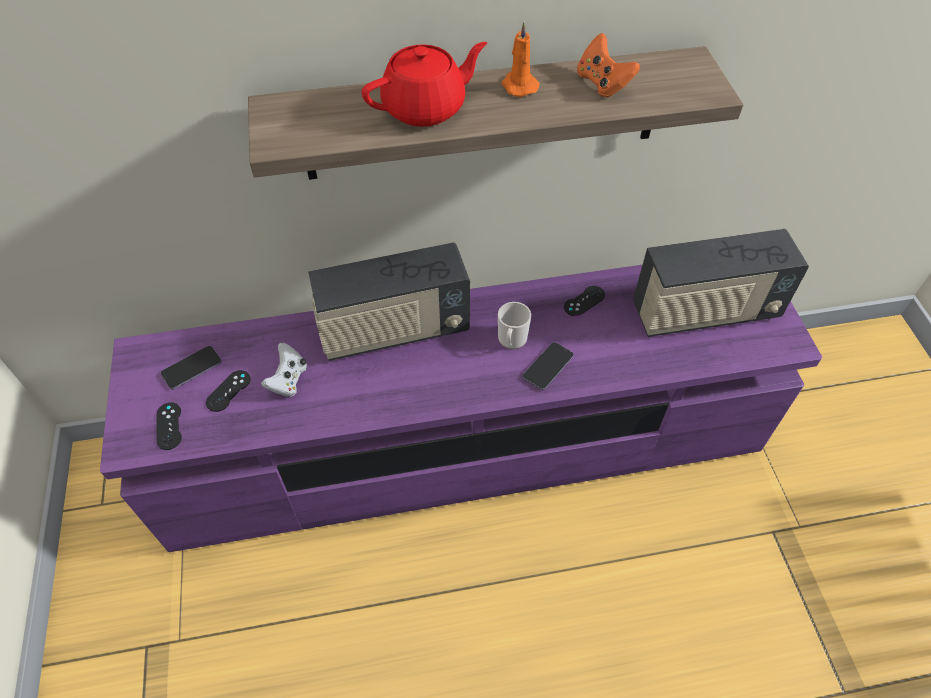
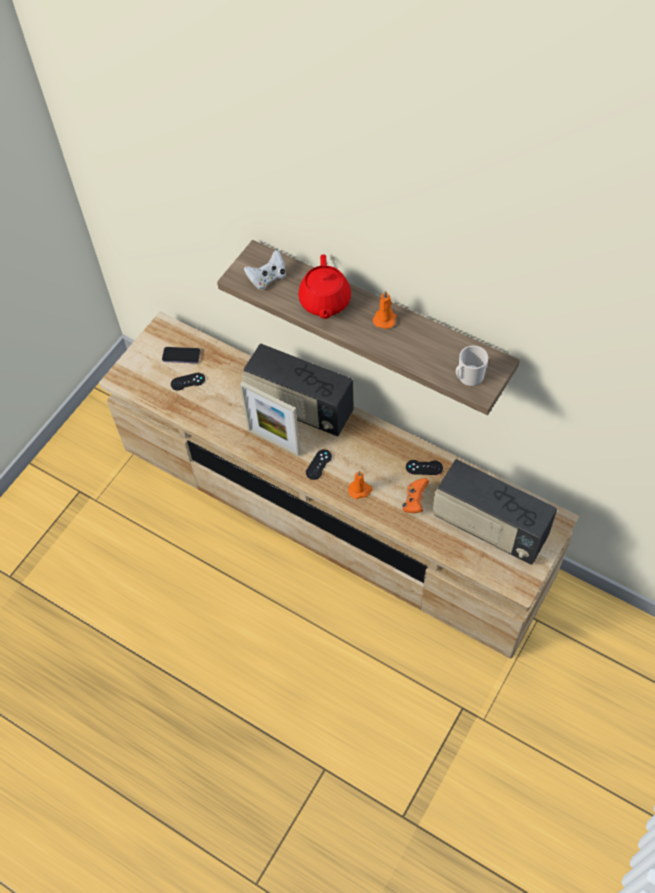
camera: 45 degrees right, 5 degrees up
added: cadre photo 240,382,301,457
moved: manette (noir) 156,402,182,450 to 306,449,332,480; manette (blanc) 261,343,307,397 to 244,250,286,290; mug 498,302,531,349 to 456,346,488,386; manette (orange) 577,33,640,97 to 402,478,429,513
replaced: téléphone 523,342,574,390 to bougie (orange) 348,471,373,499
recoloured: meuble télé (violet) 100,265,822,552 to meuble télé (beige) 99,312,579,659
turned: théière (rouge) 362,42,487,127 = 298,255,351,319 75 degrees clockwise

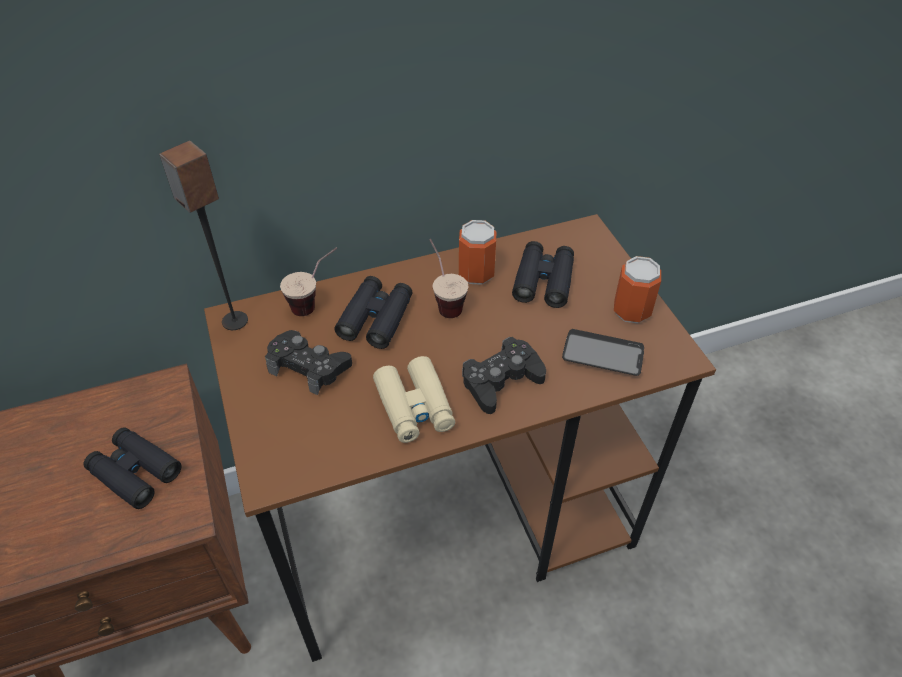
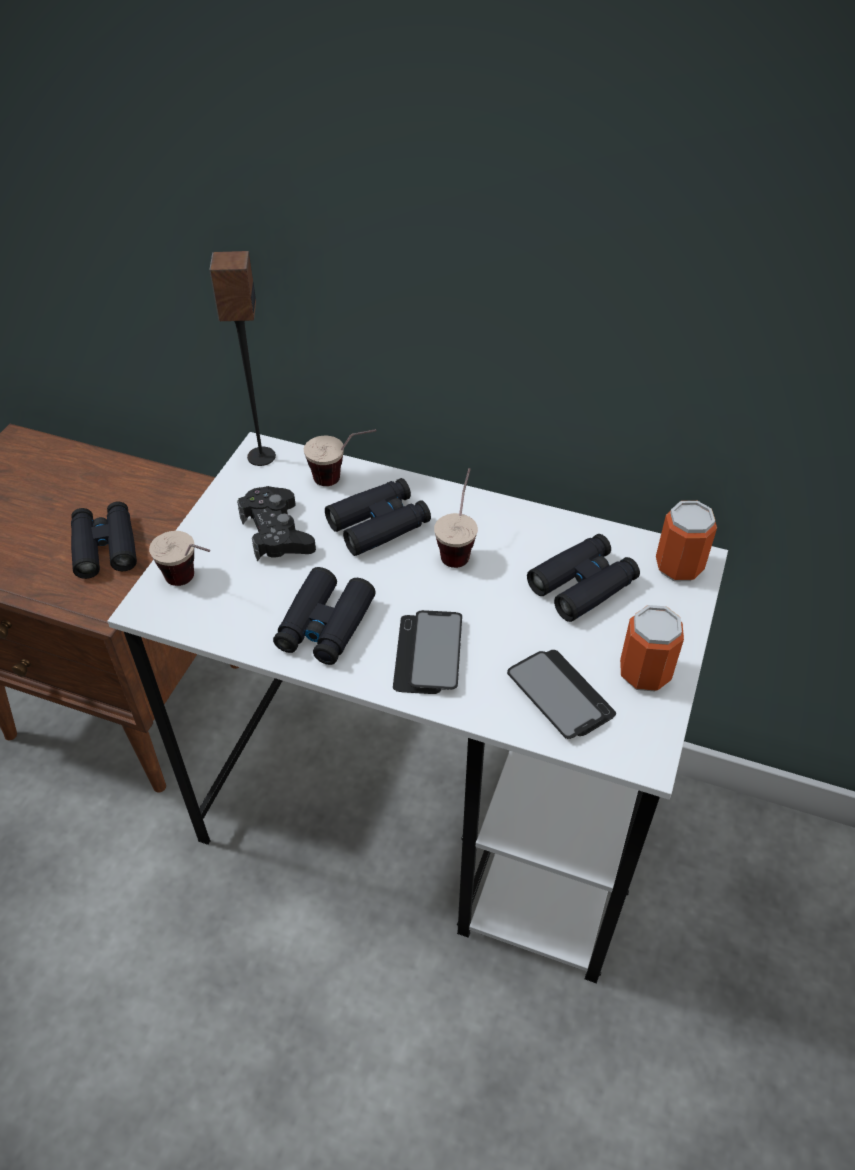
camera: 40 degrees right, 0 degrees up
added: tasse 149,531,210,586
moved: boîte métallique 459,220,497,285 to 656,501,717,581
replaced: manette (noir) 462,337,546,414 to téléphone 393,610,462,694
recoloured: bureau (marron) 204,214,716,662 to bureau (blanc) 107,432,728,984; jumelles (beige) 373,356,455,443 to jumelles (noir) 273,567,376,665

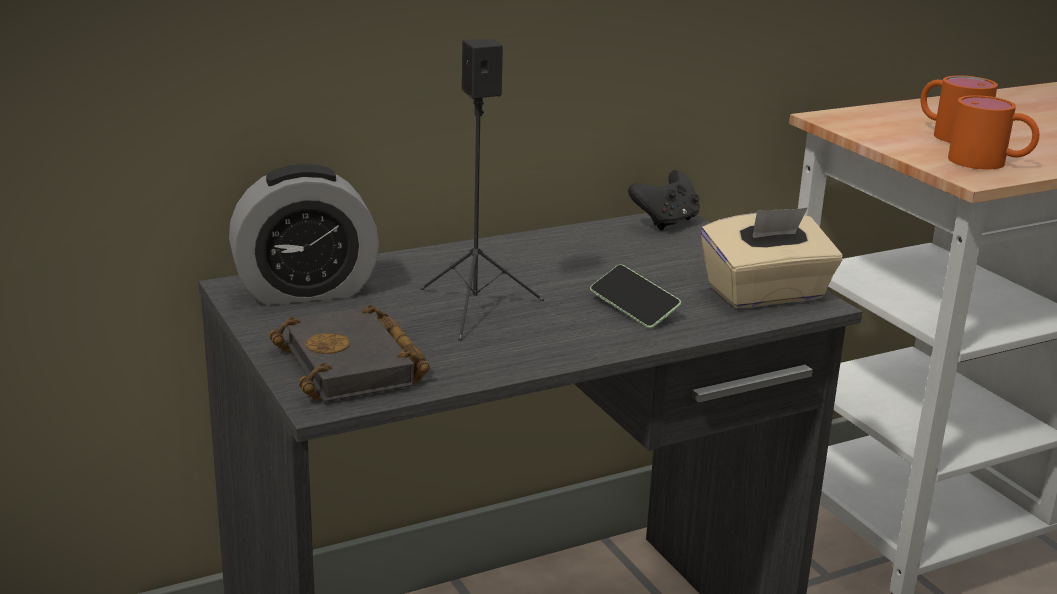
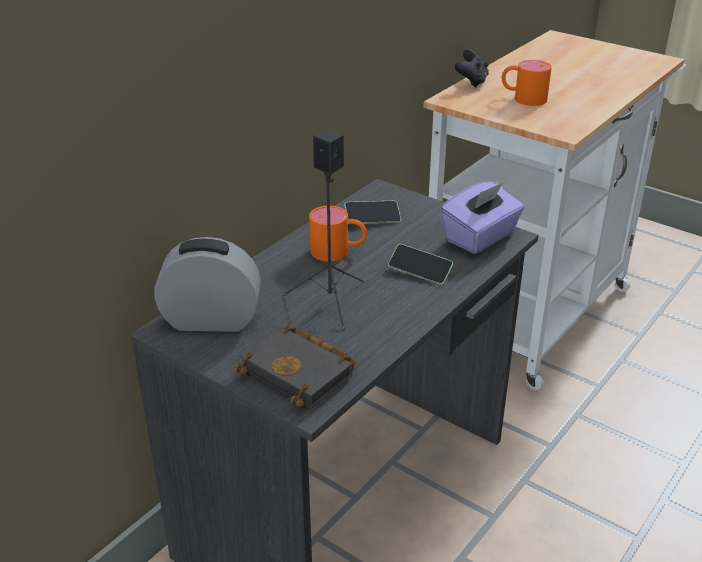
camera: 25 degrees left, 10 degrees up
added: téléphone 344,201,401,224
moved: manette (noir) 628,170,700,231 to 455,50,489,88; mug (orange) 948,95,1039,169 to 309,206,367,261
recoloured: boîte à mouchoirs (beige) 701,207,843,308 to boîte à mouchoirs (violet) 440,181,525,254
turned: réveil 229,164,379,305 = 155,237,261,332 135 degrees counterclockwise

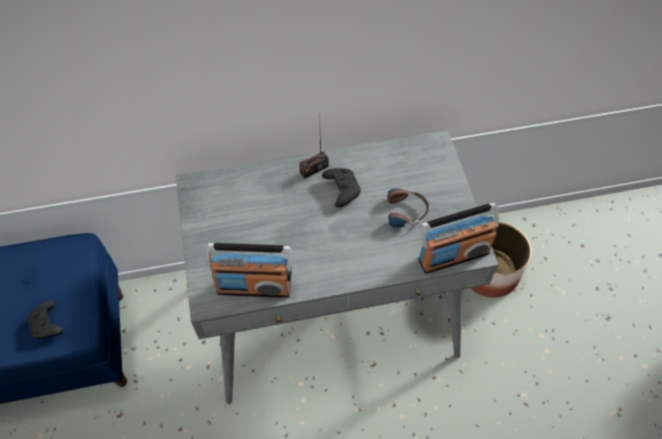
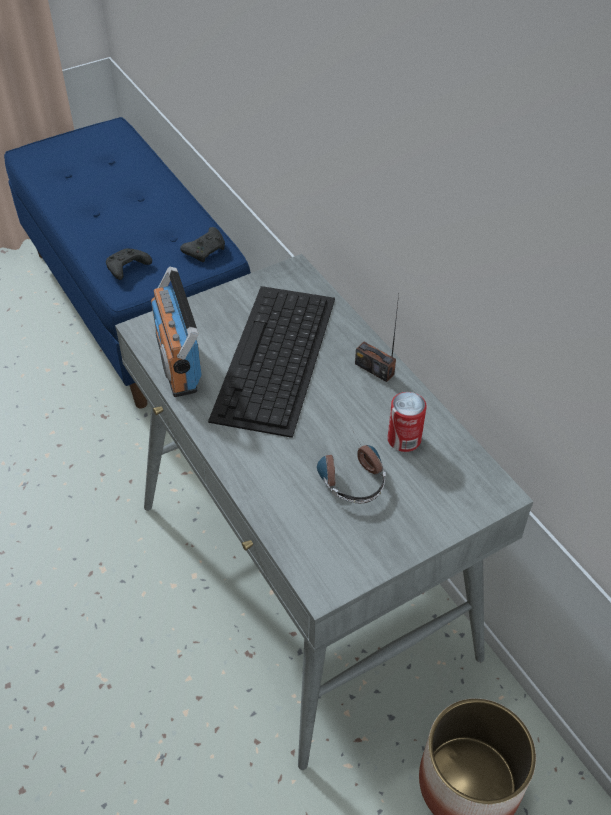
camera: 70 degrees right, 10 degrees down
removed: radio 418,202,499,274
added: clavier 208,286,335,438; boîte métallique 387,392,427,452
moved: manette (noir) 322,168,361,207 to 180,227,225,262

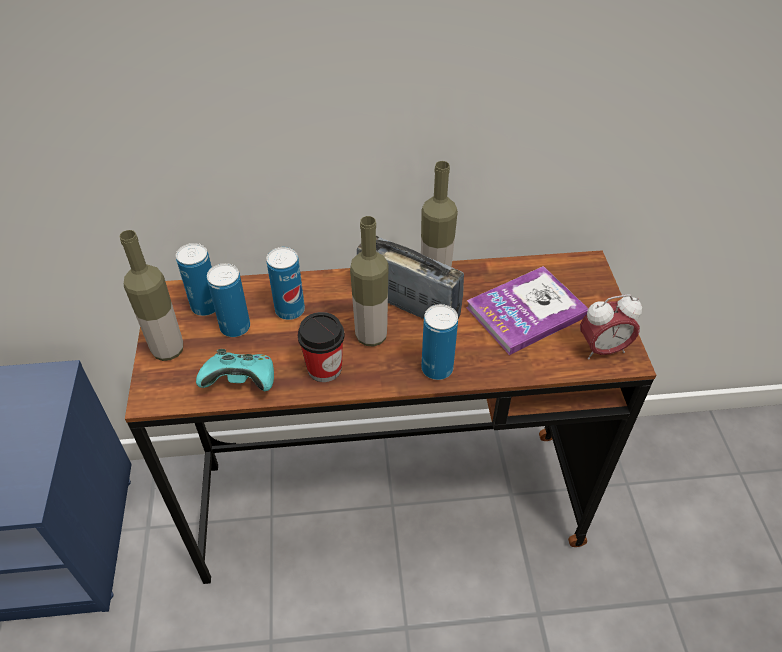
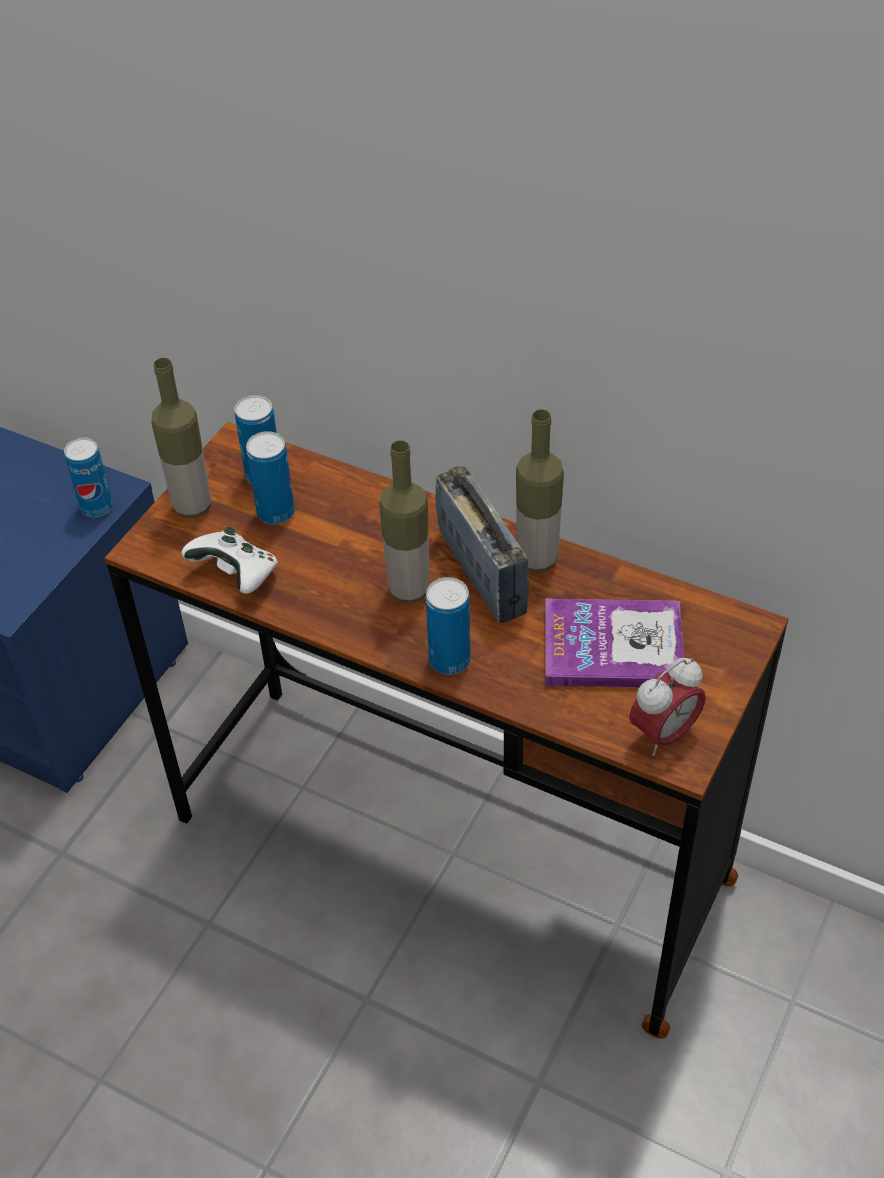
camera: 35 degrees right, 0 degrees up
removed: tasse 298,312,344,382
moved: boîte métallique 267,247,305,320 to 64,437,113,517
recoloured: manette (turquoise) 196,349,274,391 to manette (blanc) 181,527,278,594
turned: réveil 580,294,642,359 = 629,658,706,756 60 degrees counterclockwise

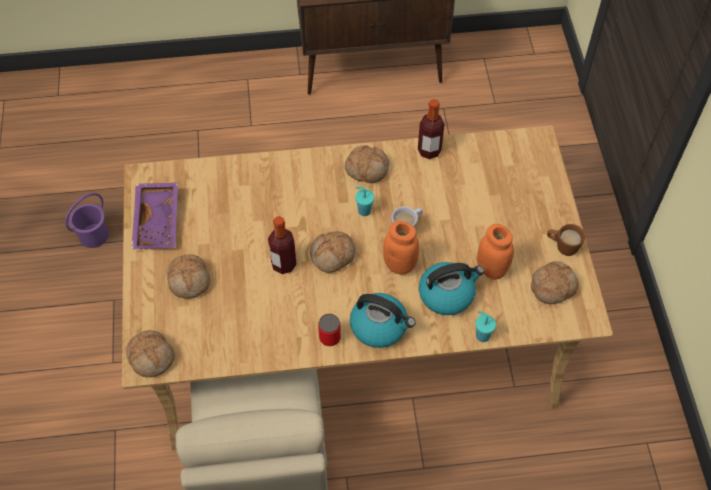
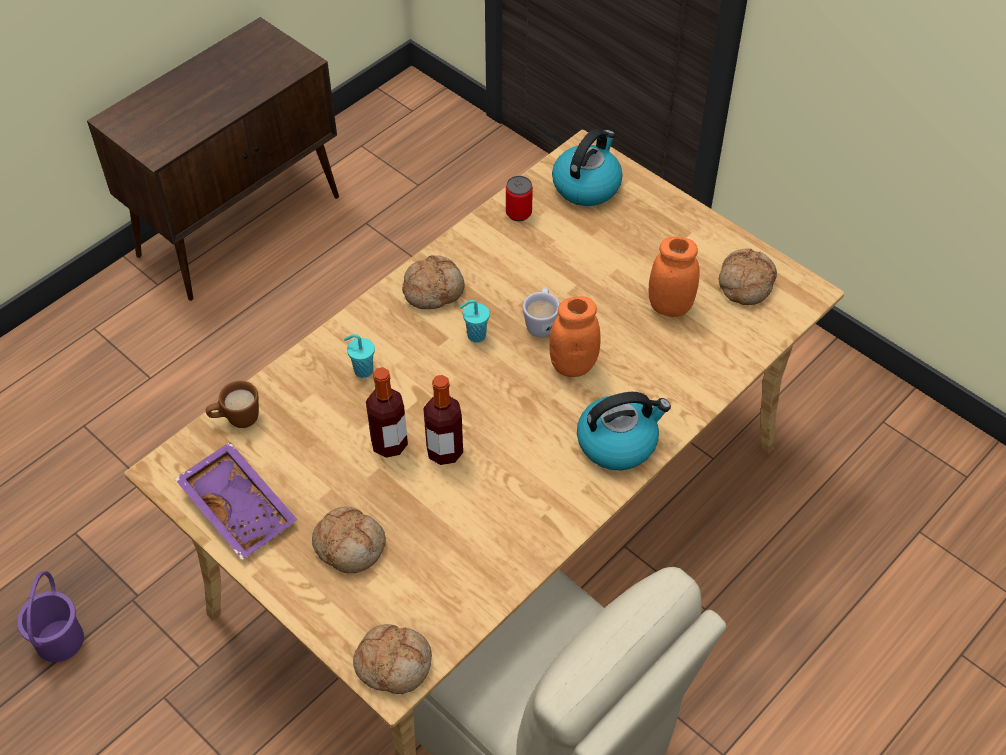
camera: 40 degrees left, 5 degrees down
removed: pain 310,231,356,273
moved: boîte métallique 318,314,341,346 to 506,176,533,221; bouteille 418,99,444,159 to 366,367,408,458; bouilloire 419,262,484,315 to 552,129,623,206; tasse (turquoise) 475,311,496,342 to 344,334,375,378; mug (marron) 547,224,585,256 to 206,381,259,428

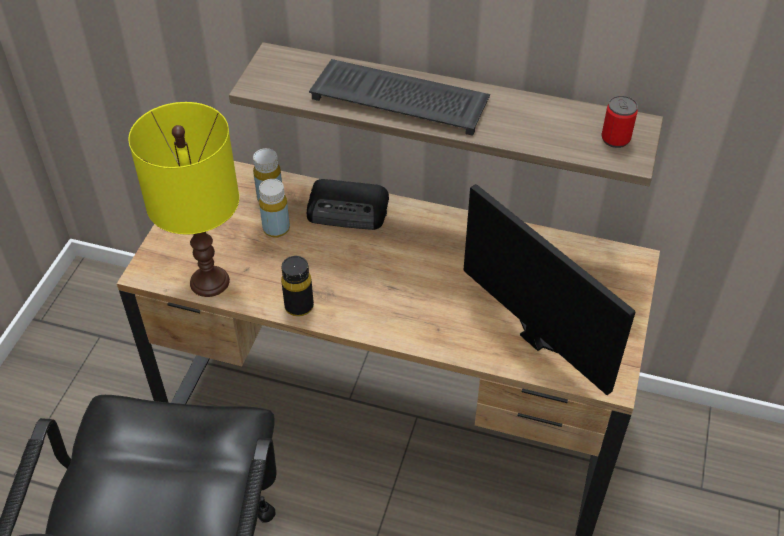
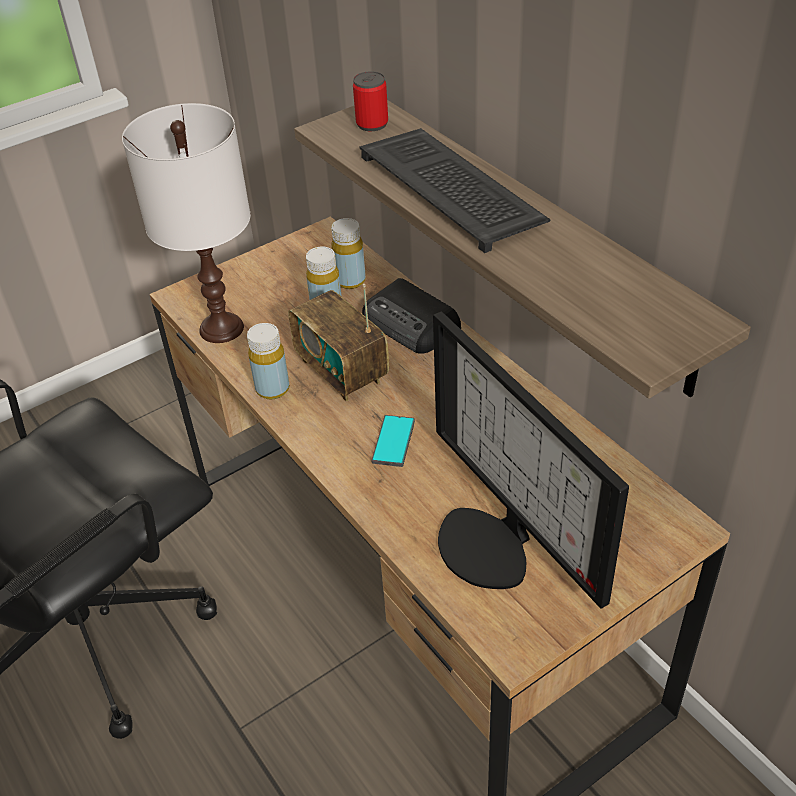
camera: 40 degrees right, 5 degrees down
added: radio 288,284,389,402; téléphone 371,415,415,467
moved: boîte métallique 601,96,638,148 to 353,71,388,131
recoloured: lampe de table (jaune) 128,102,239,297 to lampe de table (blanc) 122,103,251,343; bouteille (noir) 281,256,314,317 to bouteille (jaune) 247,323,290,400
turned: écran d'ordinateur 464,184,635,395 = 433,311,629,609 150 degrees clockwise

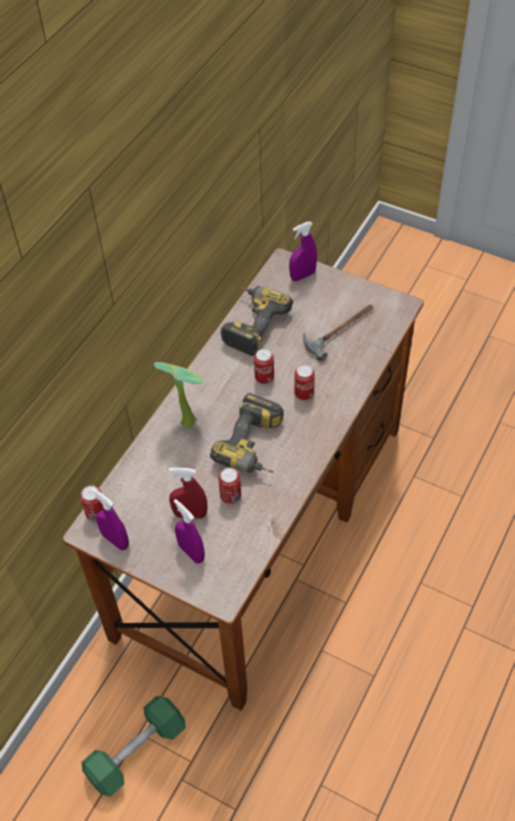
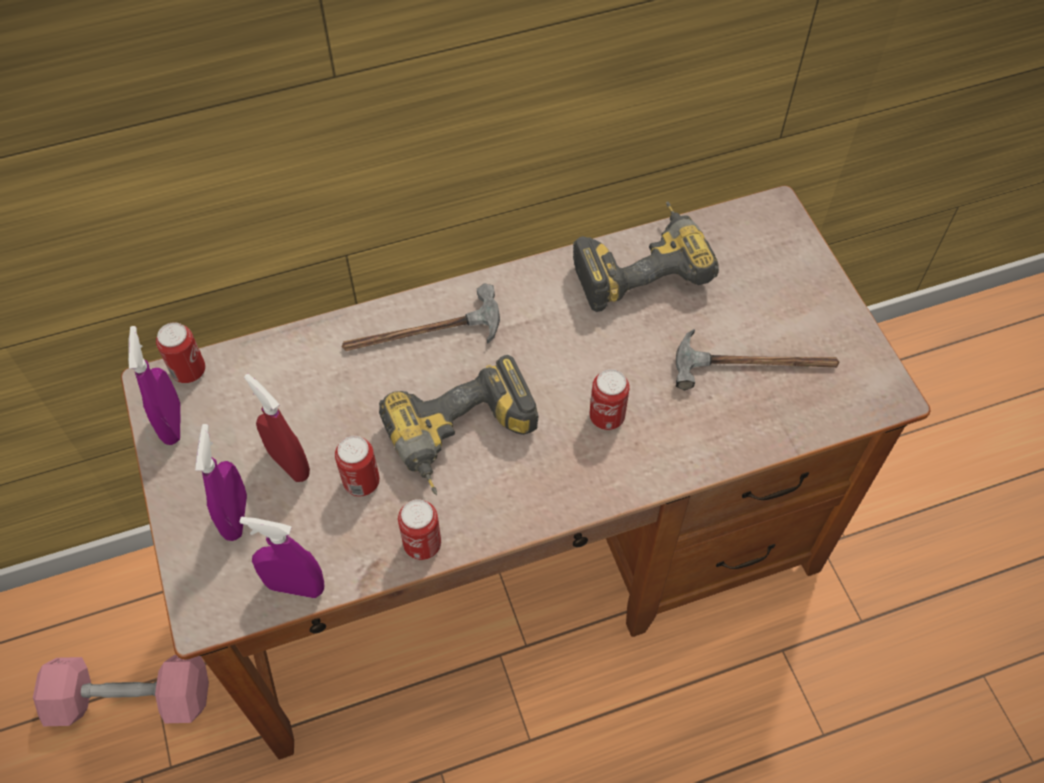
camera: 40 degrees right, 5 degrees up
moved: boîte métallique 254,349,274,384 to 398,499,441,560; vaporisateur (violet) 289,222,317,281 to 240,516,324,598
replaced: plante en pot 154,362,204,428 to marteau 341,283,500,351
recoloured: haltère (vert) 82,696,186,797 to haltère (rose) 33,655,209,726

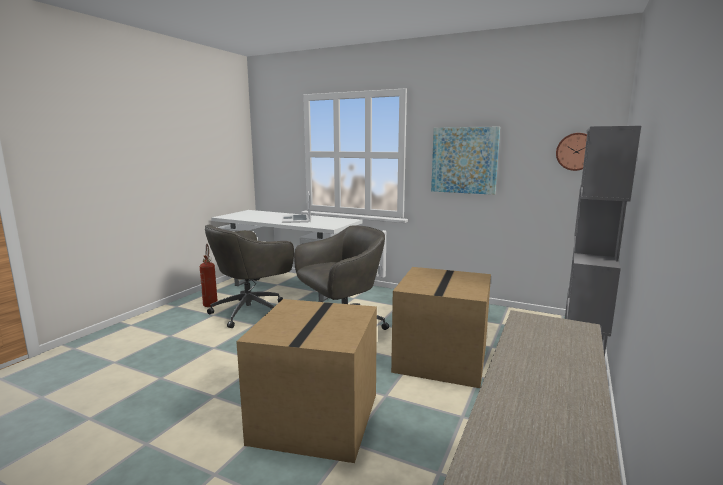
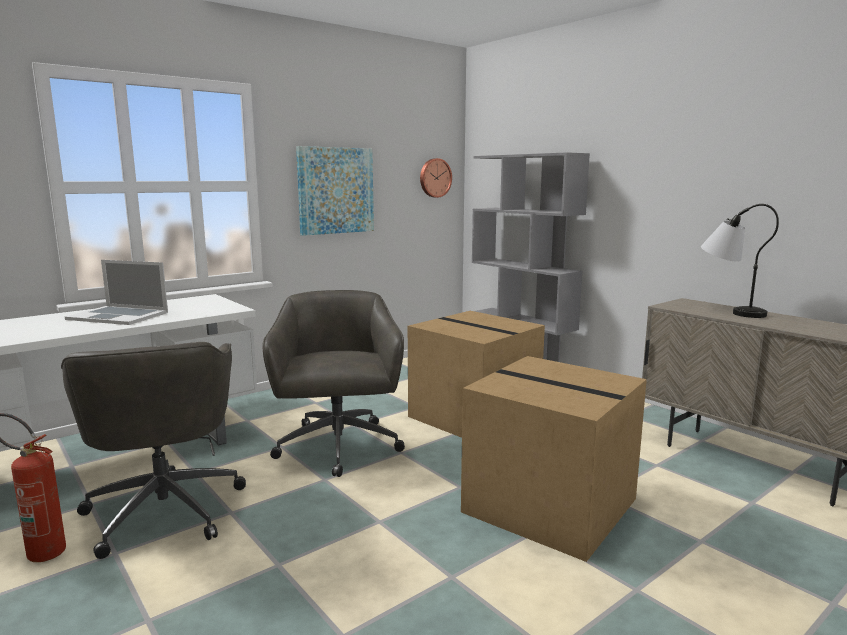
camera: 65 degrees left, 0 degrees up
added: lampe de table 701,204,779,318

